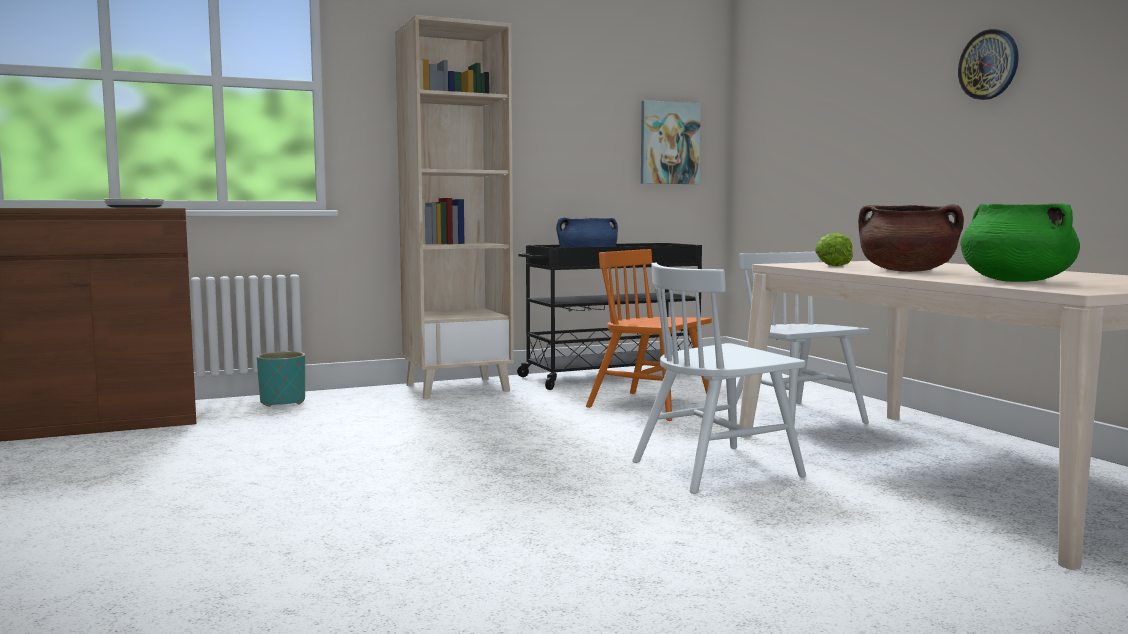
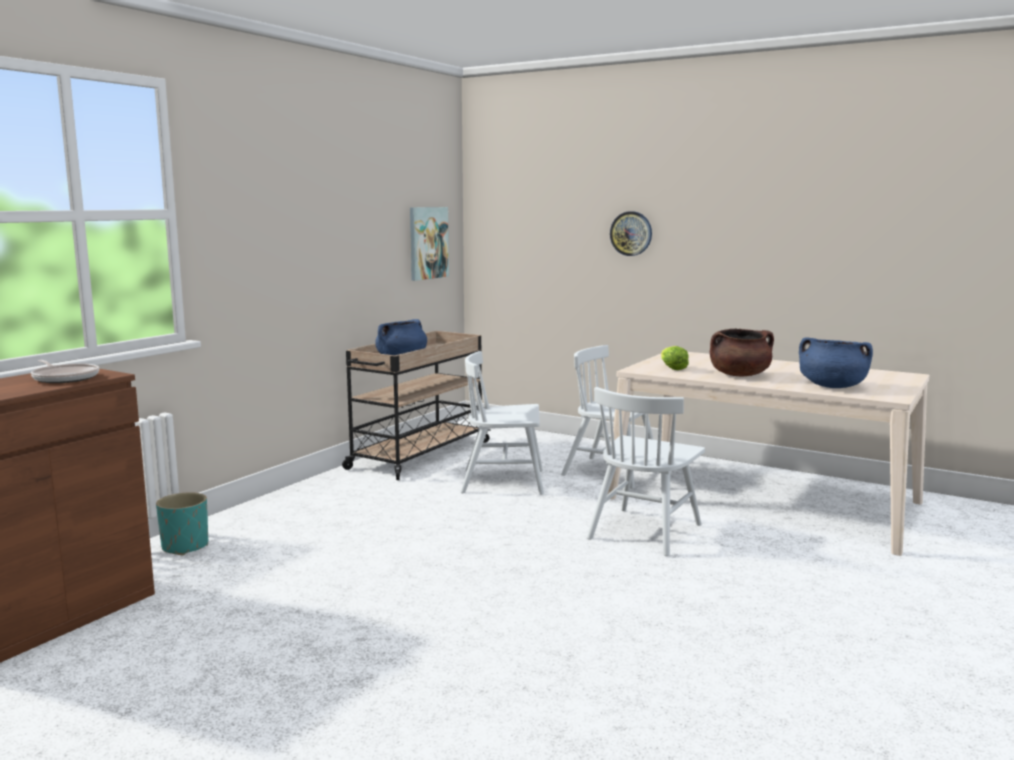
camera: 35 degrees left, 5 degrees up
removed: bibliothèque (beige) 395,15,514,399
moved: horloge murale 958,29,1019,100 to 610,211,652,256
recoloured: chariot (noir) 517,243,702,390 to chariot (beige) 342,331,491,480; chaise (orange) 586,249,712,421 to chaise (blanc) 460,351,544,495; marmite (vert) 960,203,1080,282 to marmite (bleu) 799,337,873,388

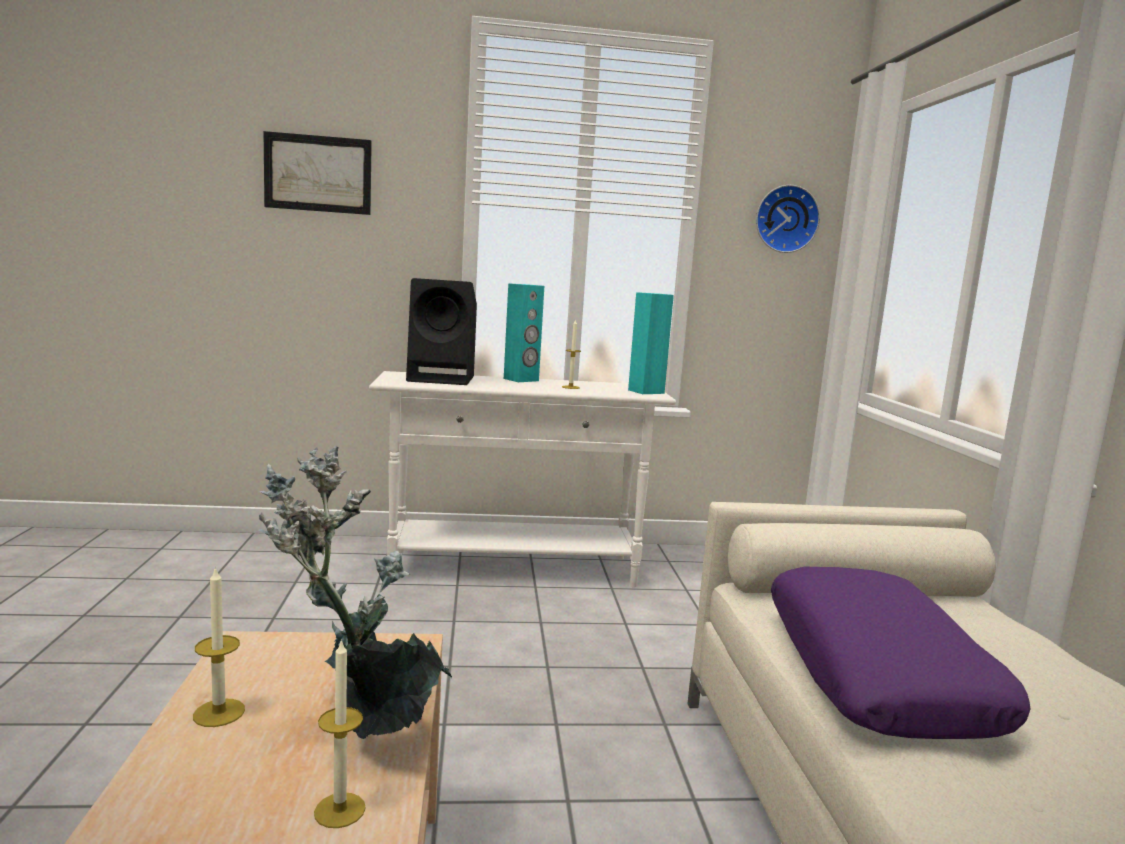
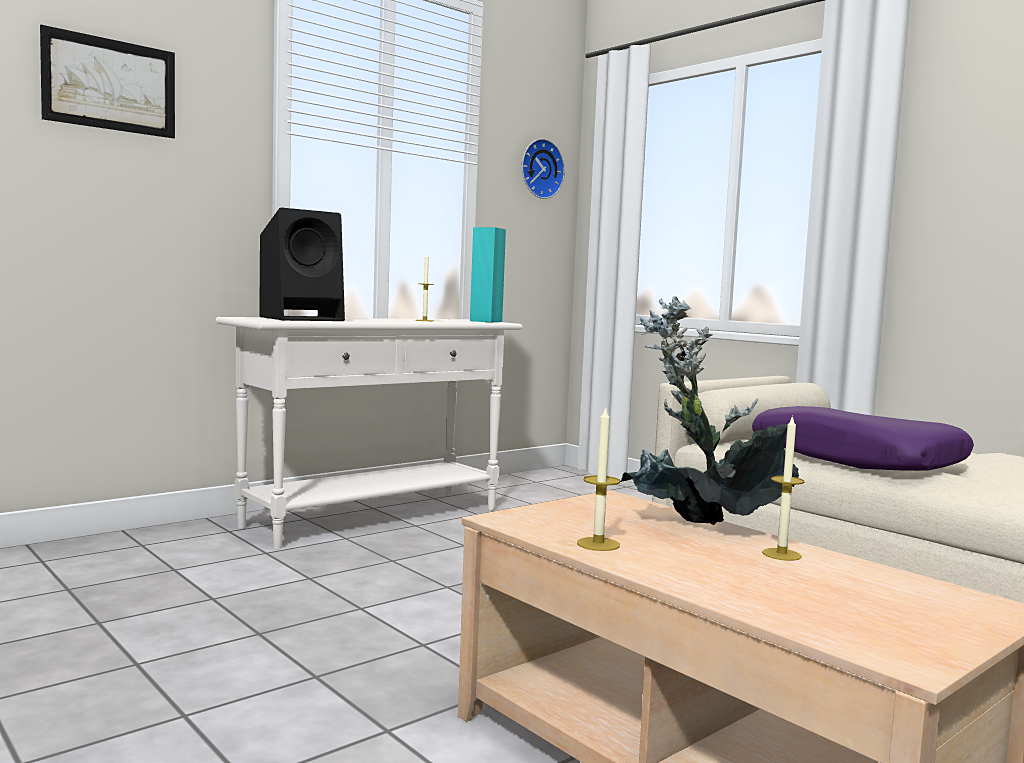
camera: 35 degrees left, 5 degrees down
removed: enceinte (turquoise) 504,283,544,382

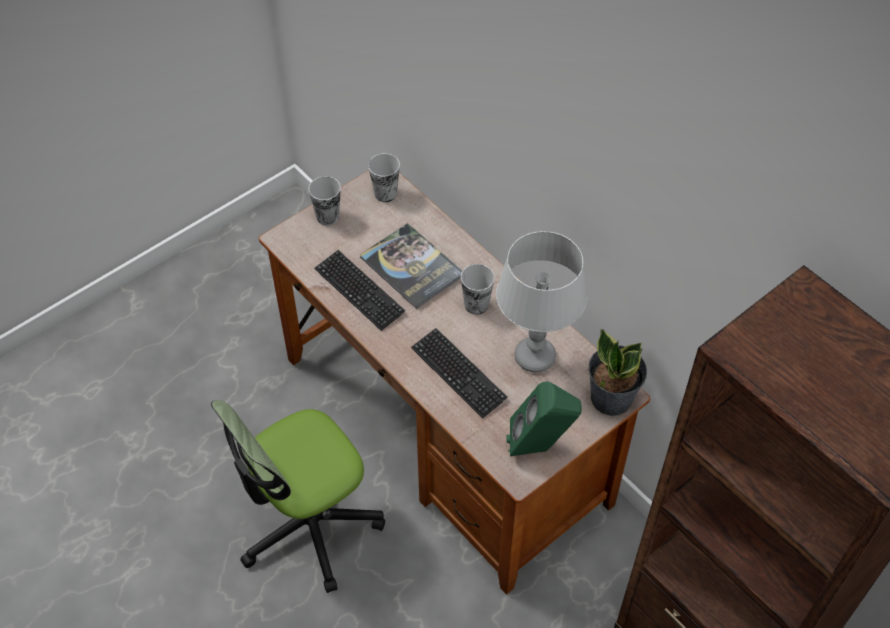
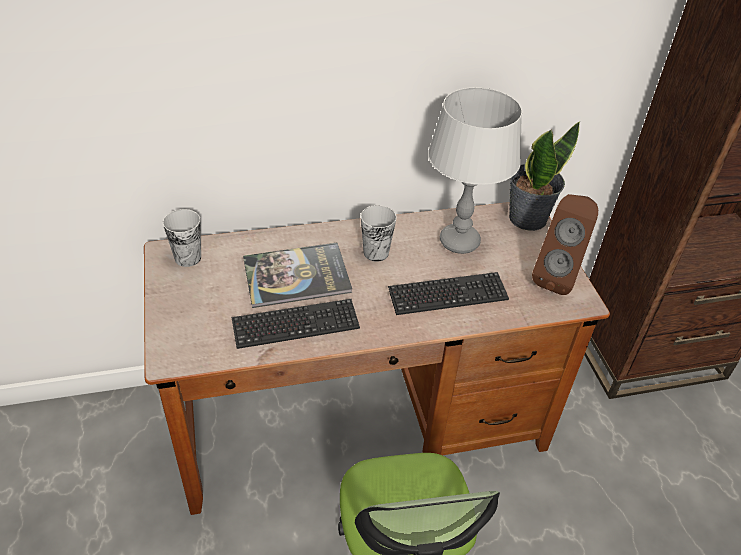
camera: 65 degrees left, 10 degrees down
removed: tasse 308,176,341,225
recoloured: enceinte (vert) 506,381,582,457 to enceinte (marron) 532,194,598,295

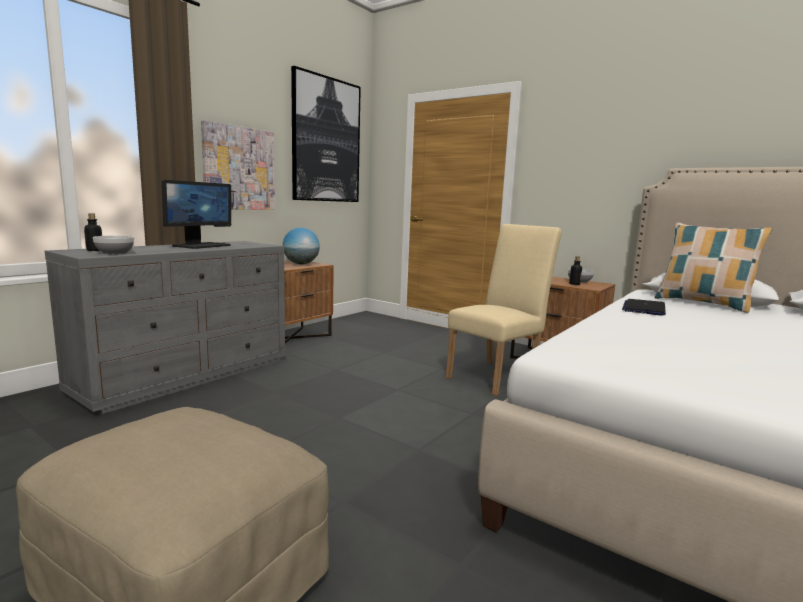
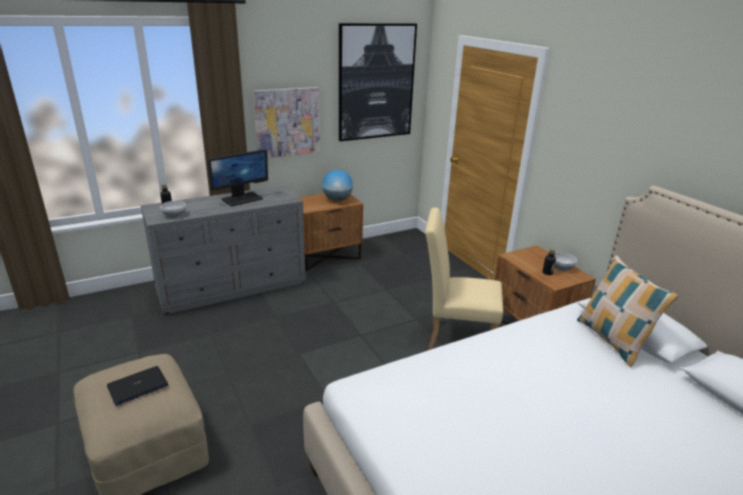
camera: 25 degrees right, 15 degrees up
moved: ordinateur portable 622,299,666,316 to 107,366,168,406
turned: chaise (beige) 446,224,562,396 = 425,207,503,350 150 degrees counterclockwise

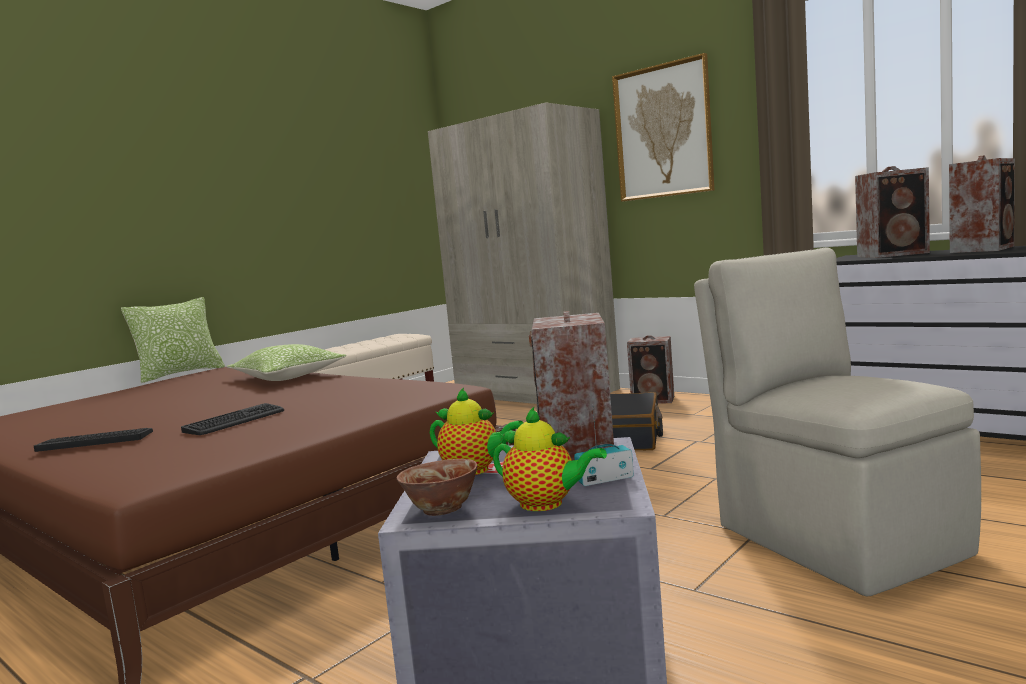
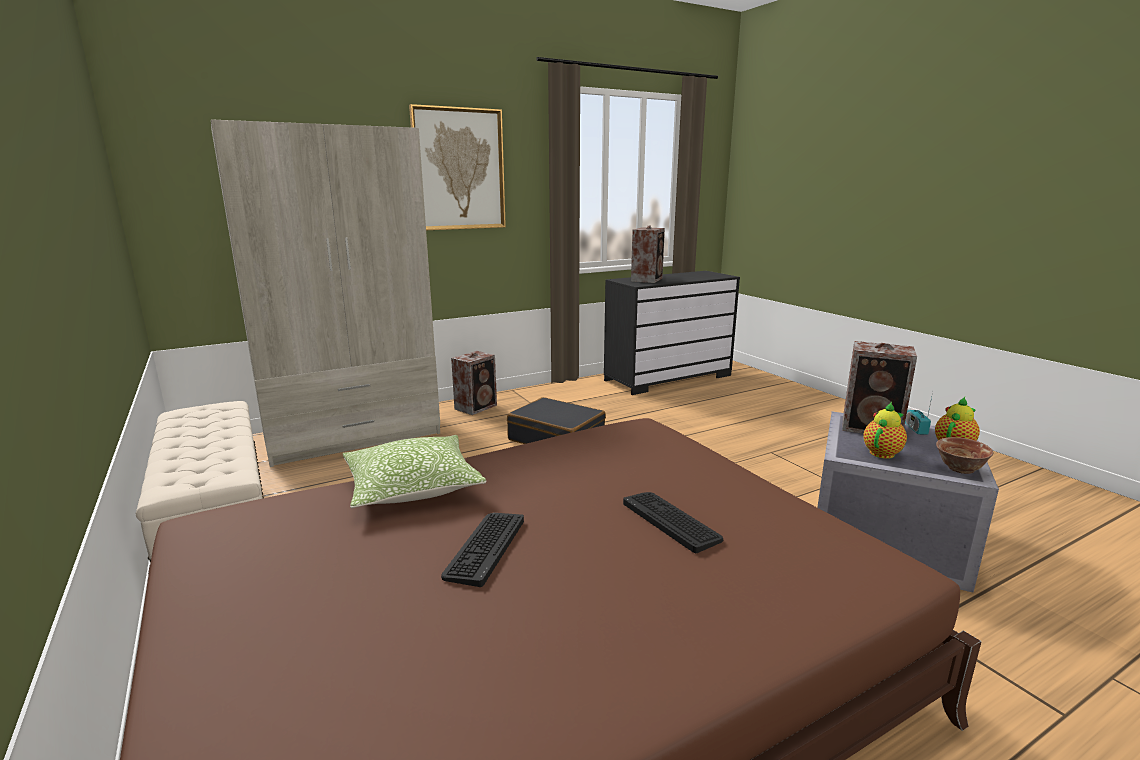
camera: 70 degrees left, 10 degrees up
removed: coussin 121,297,225,383; chaise (beige) 694,247,981,596; enceinte 949,156,1015,253
moved: clavier 34,428,153,452 to 441,513,524,587

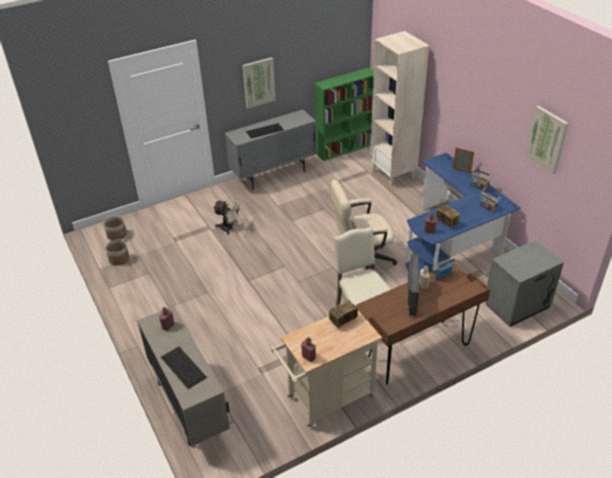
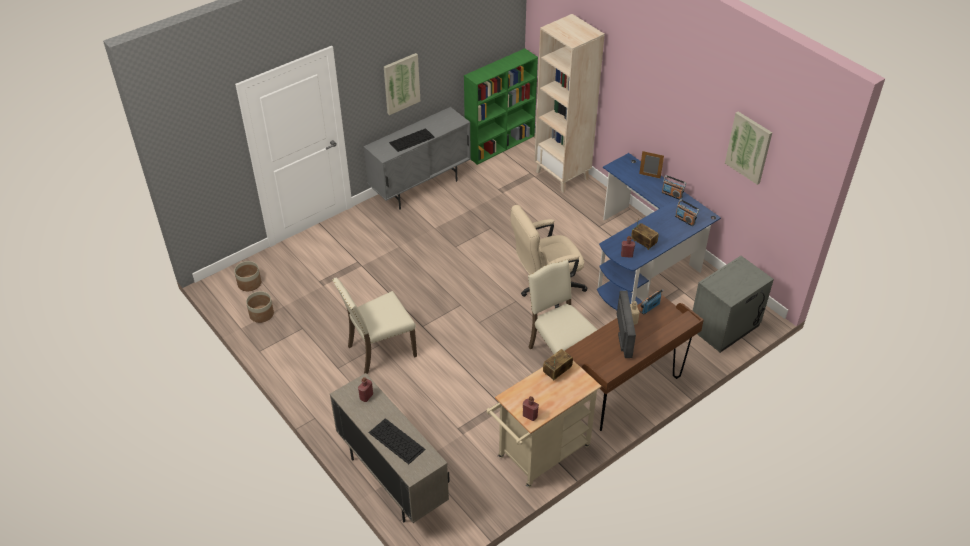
camera: 10 degrees left, 5 degrees up
removed: ventilateur (beige) 214,195,242,235
added: chaise (beige) 332,278,417,374

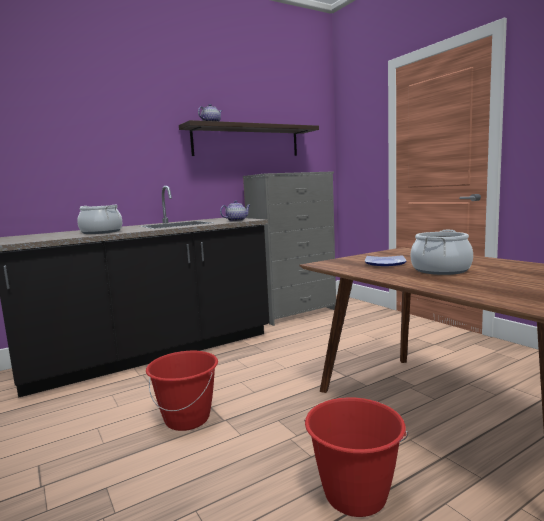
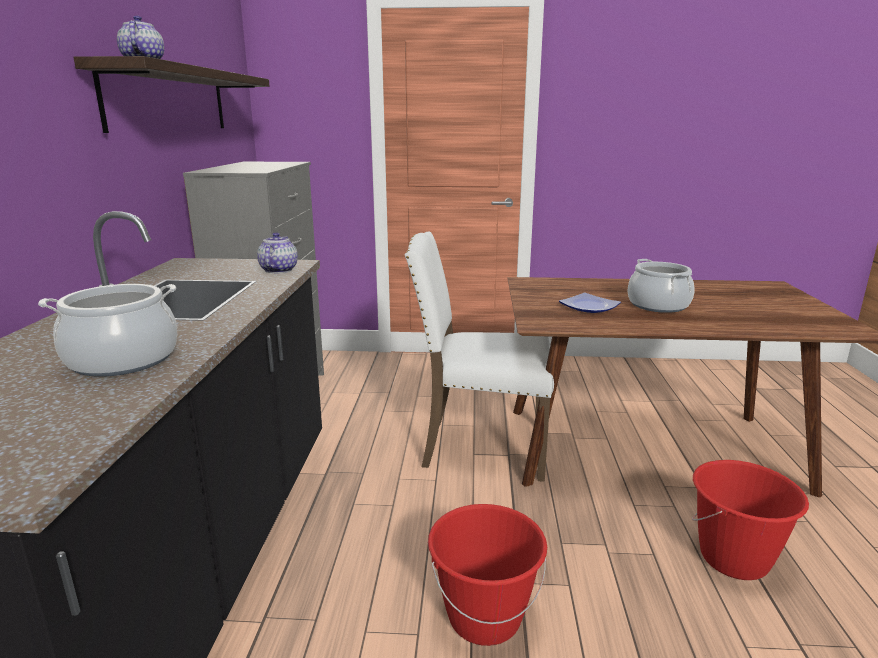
camera: 55 degrees left, 10 degrees up
added: chaise (blanc) 405,232,554,482

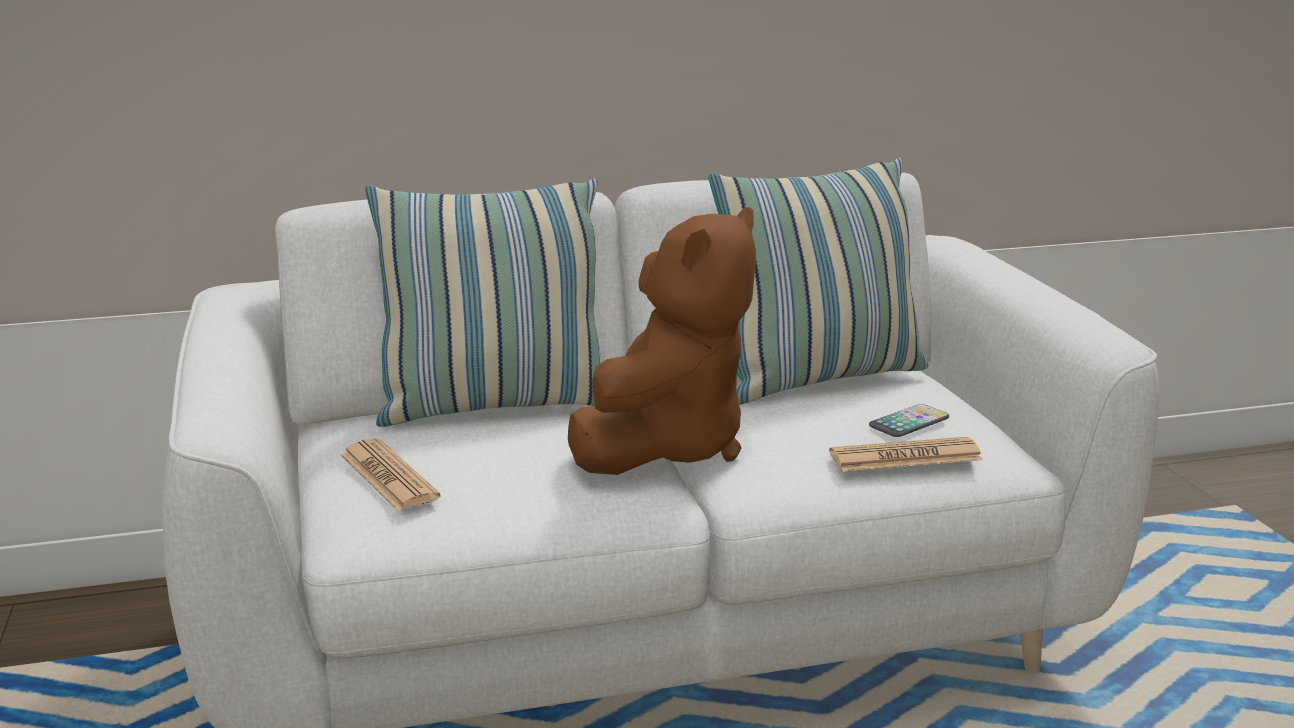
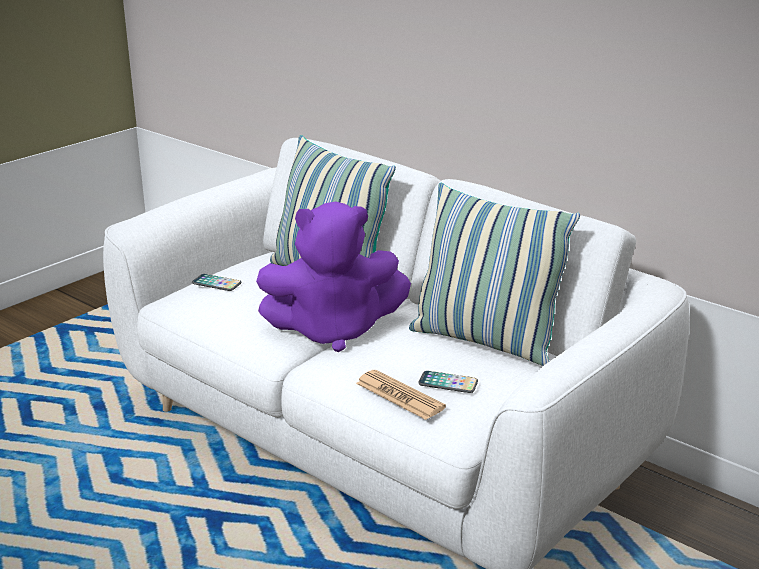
camera: 55 degrees right, 5 degrees up
replaced: journal 340,439,440,511 to téléphone 192,274,242,291
recoloured: peluche (marron) 568,207,756,475 to peluche (violet) 256,202,411,352

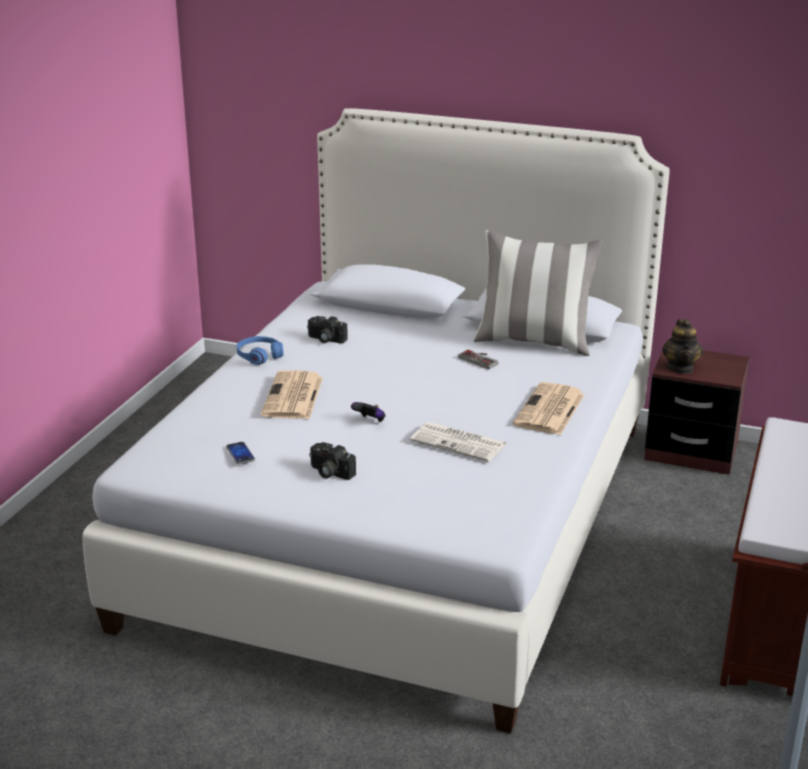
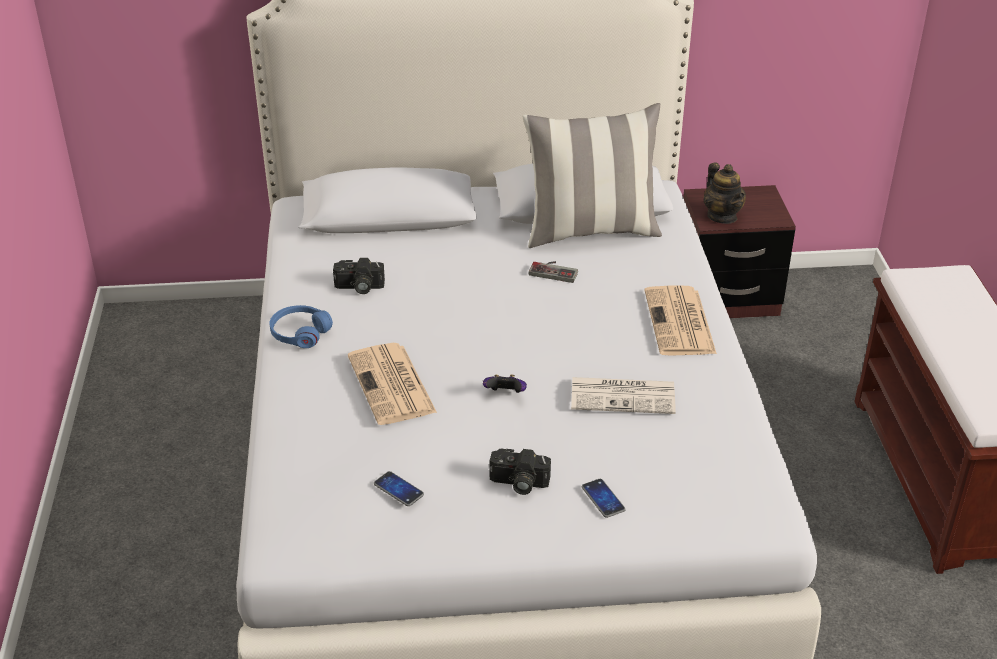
camera: 25 degrees left, 10 degrees up
added: téléphone 582,479,626,518

